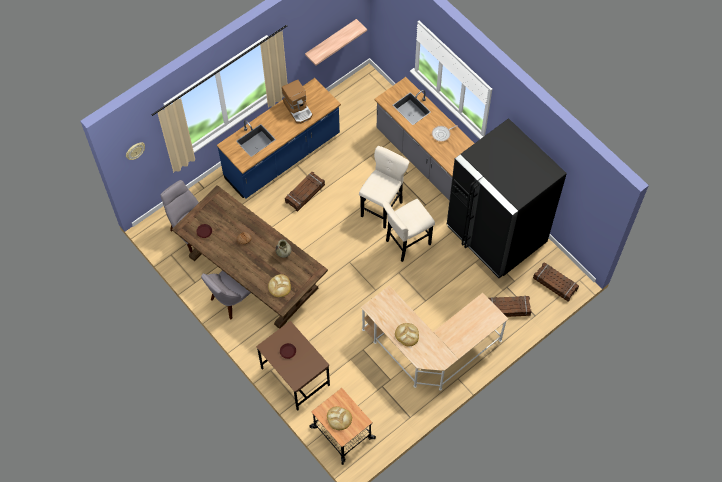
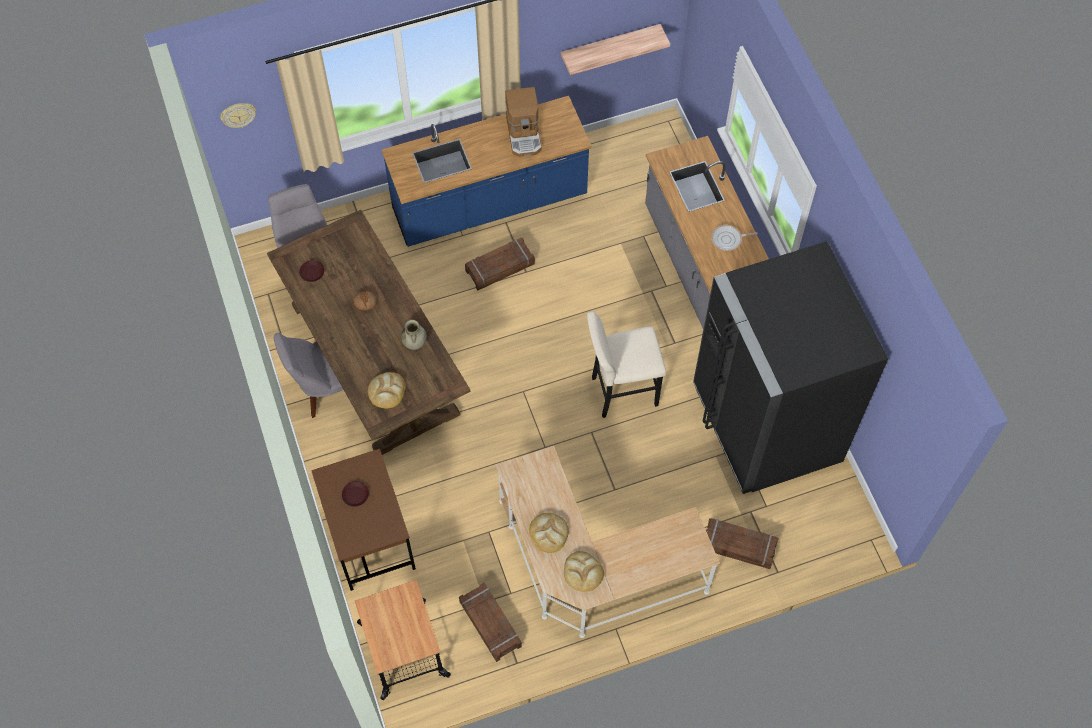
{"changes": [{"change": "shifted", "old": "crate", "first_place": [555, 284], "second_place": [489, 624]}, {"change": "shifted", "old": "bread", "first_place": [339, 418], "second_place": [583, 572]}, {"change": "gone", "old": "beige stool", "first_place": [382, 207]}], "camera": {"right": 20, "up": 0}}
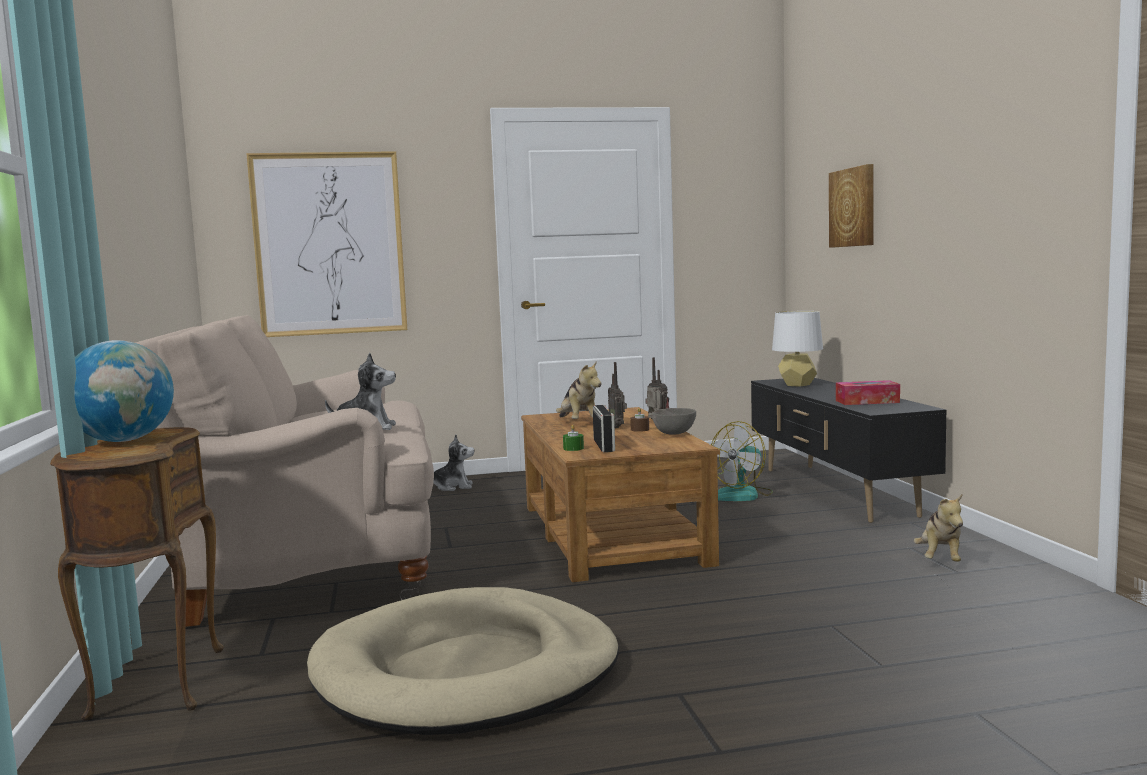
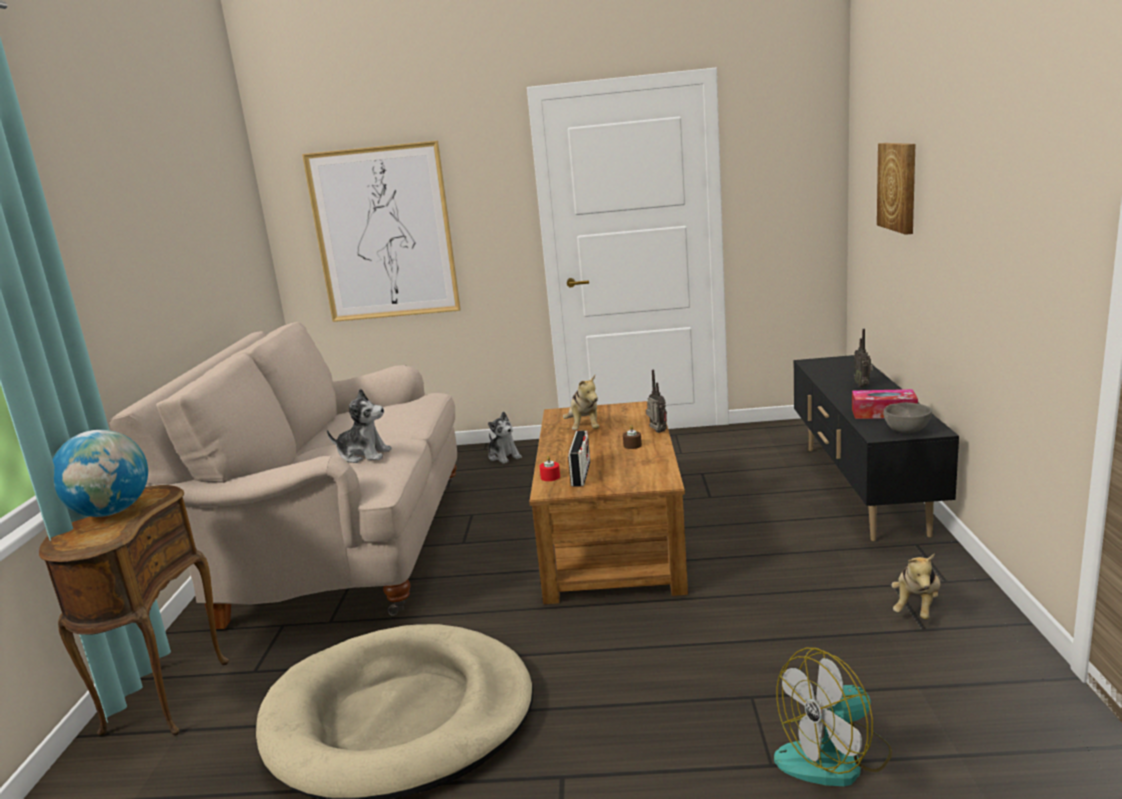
{"changes": [{"change": "rotated", "old": "plush toy", "first_place": [453, 487], "second_place": [504, 456], "degrees": 45}, {"change": "repainted", "old": "green candle", "new": "red candle", "first_place": [573, 448], "second_place": [550, 477]}, {"change": "shifted", "old": "fan", "first_place": [742, 495], "second_place": [834, 757]}, {"change": "shifted", "old": "radio", "first_place": [618, 427], "second_place": [863, 385]}, {"change": "shifted", "old": "grey bowl", "first_place": [674, 433], "second_place": [906, 431]}, {"change": "gone", "old": "white table lamp", "first_place": [797, 385]}], "camera": {"right": 15, "up": 10}}
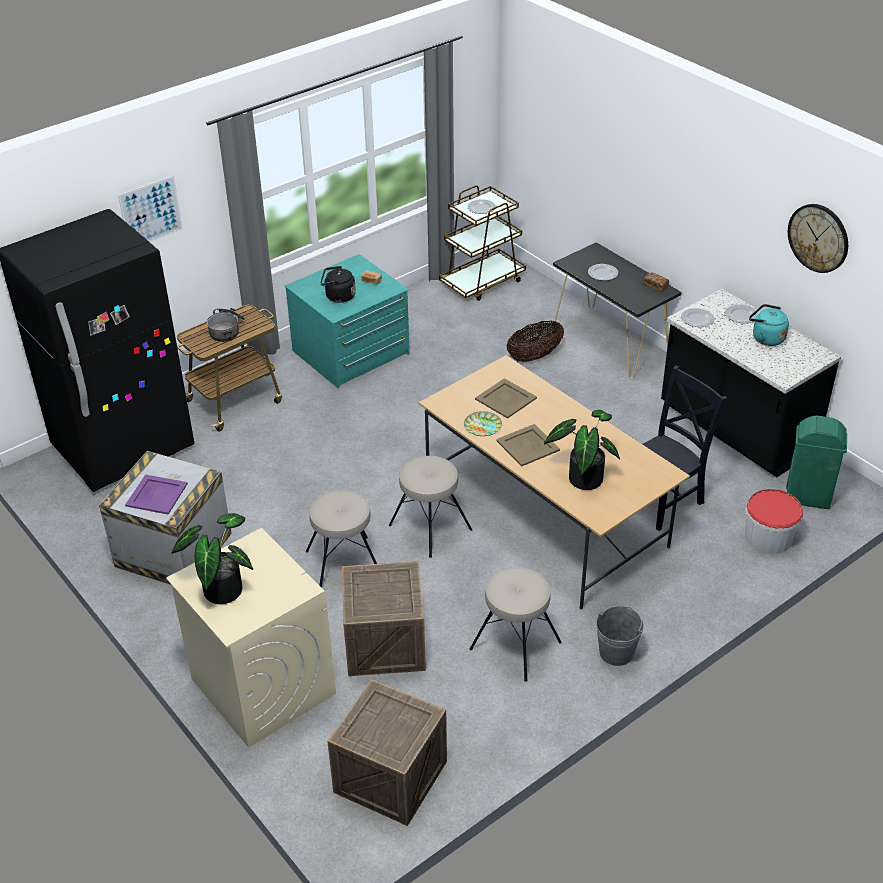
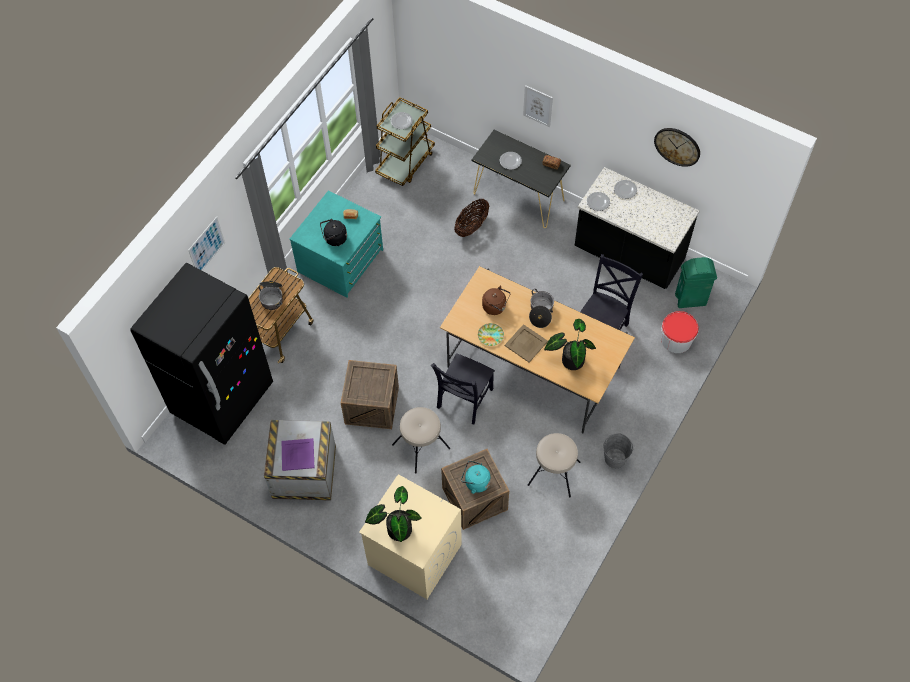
{"changes": [{"change": "shifted", "old": "crate", "first_place": [390, 776], "second_place": [372, 405]}, {"change": "swapped", "old": "beige stool", "new": "black chair", "first_place": [429, 528], "second_place": [463, 400]}, {"change": "shifted", "old": "turquoise kettle", "first_place": [766, 338], "second_place": [475, 482]}, {"change": "swapped", "old": "beige tray", "new": "brown kettle", "first_place": [506, 399], "second_place": [495, 307]}, {"change": "new", "new": "picture", "second_place": [538, 106]}, {"change": "new", "new": "cooking pot", "second_place": [540, 312]}], "camera": {"right": -20, "up": 20}}
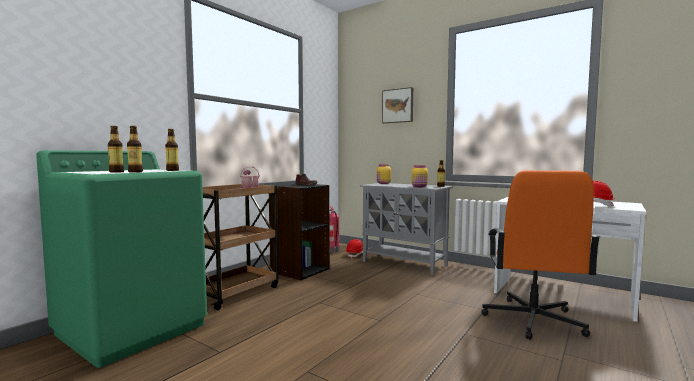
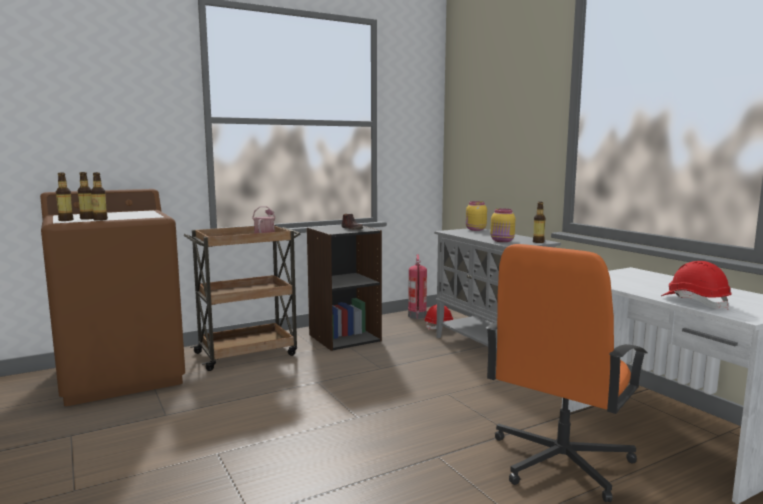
{"changes": [{"change": "repainted", "old": "green washing machine", "new": "brown washing machine", "first_place": [132, 328], "second_place": [121, 375]}, {"change": "shifted", "old": "bottle", "first_place": [172, 170], "second_place": [66, 220]}, {"change": "gone", "old": "picture", "first_place": [398, 106]}], "camera": {"right": 25, "up": 5}}
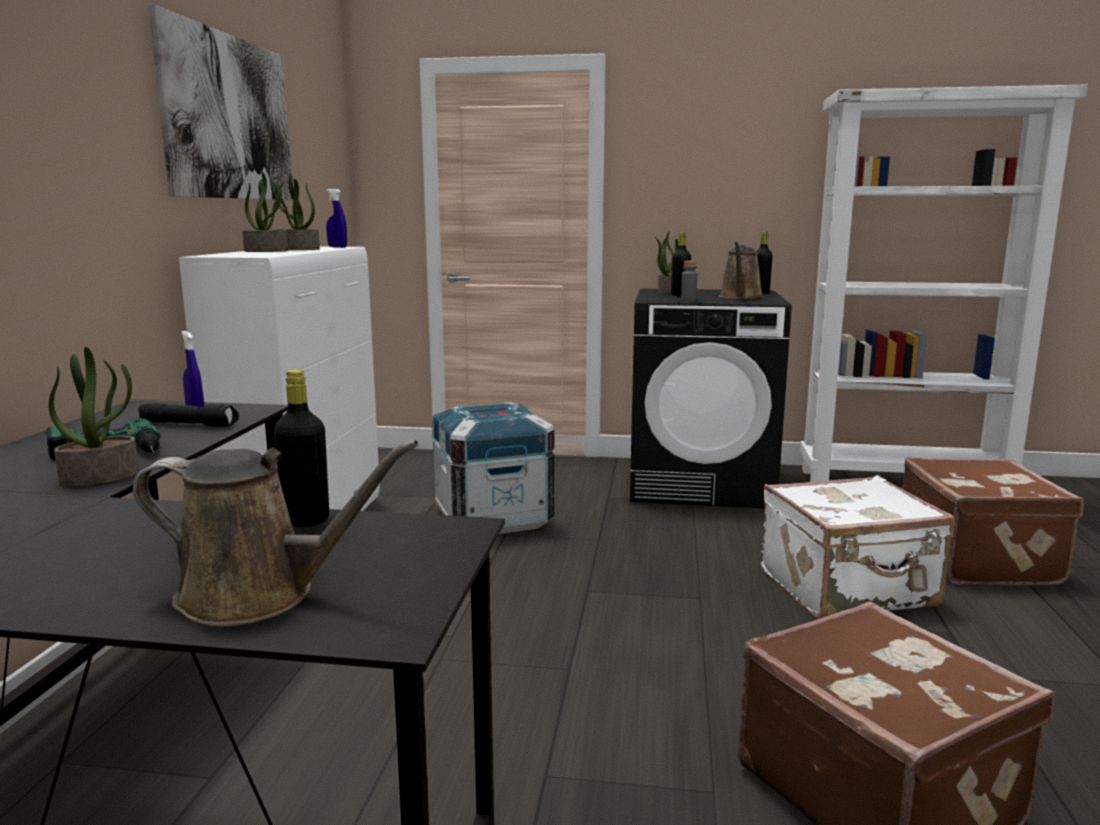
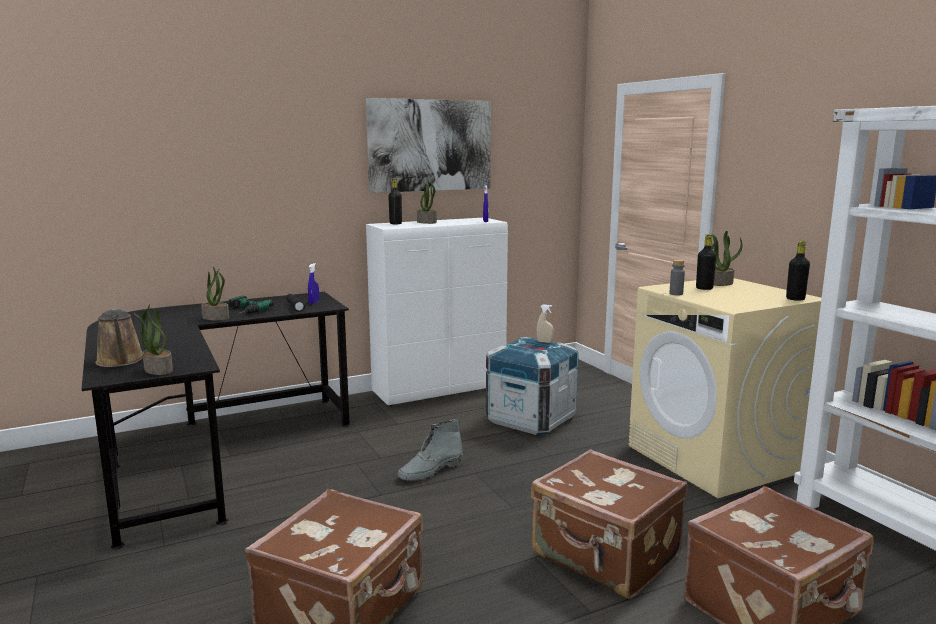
{"changes": [{"change": "shifted", "old": "potted plant", "first_place": [298, 249], "second_place": [157, 370]}, {"change": "shifted", "old": "black bottle", "first_place": [306, 520], "second_place": [395, 223]}, {"change": "new", "new": "grey boot", "second_place": [430, 471]}, {"change": "repainted", "old": "white suitcase", "new": "brown suitcase", "first_place": [848, 589], "second_place": [605, 557]}, {"change": "new", "new": "beige spray bottle", "second_place": [544, 342]}, {"change": "repainted", "old": "black washing machine", "new": "beige washing machine", "first_place": [701, 483], "second_place": [714, 459]}, {"change": "gone", "old": "brown watering can", "first_place": [740, 297]}], "camera": {"right": 55, "up": 0}}
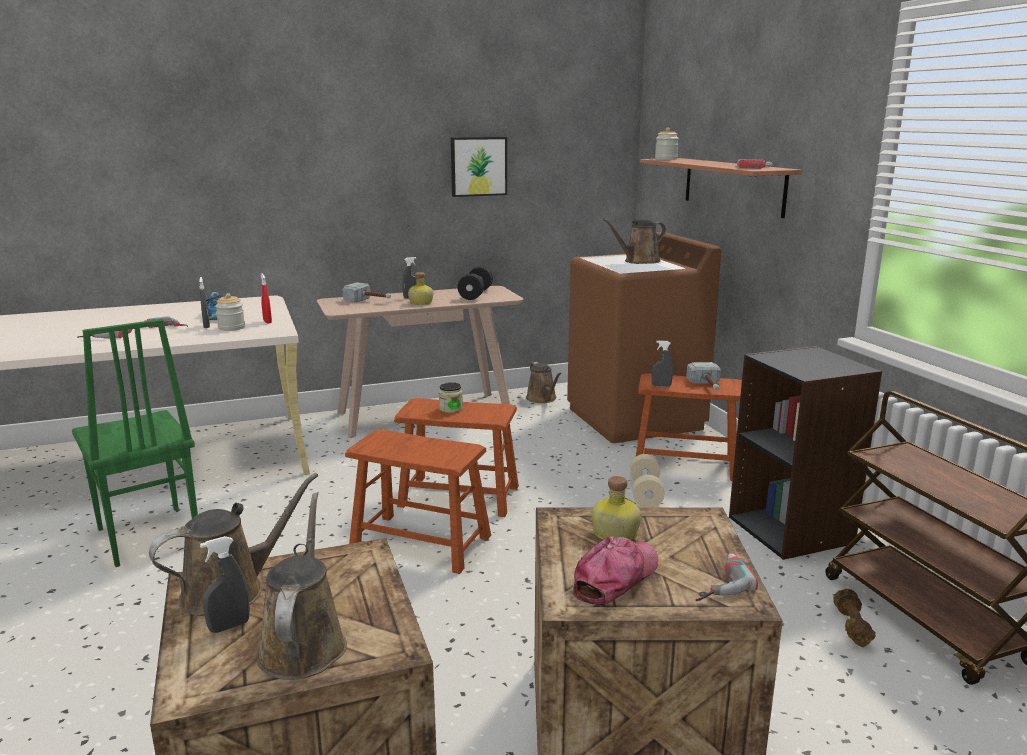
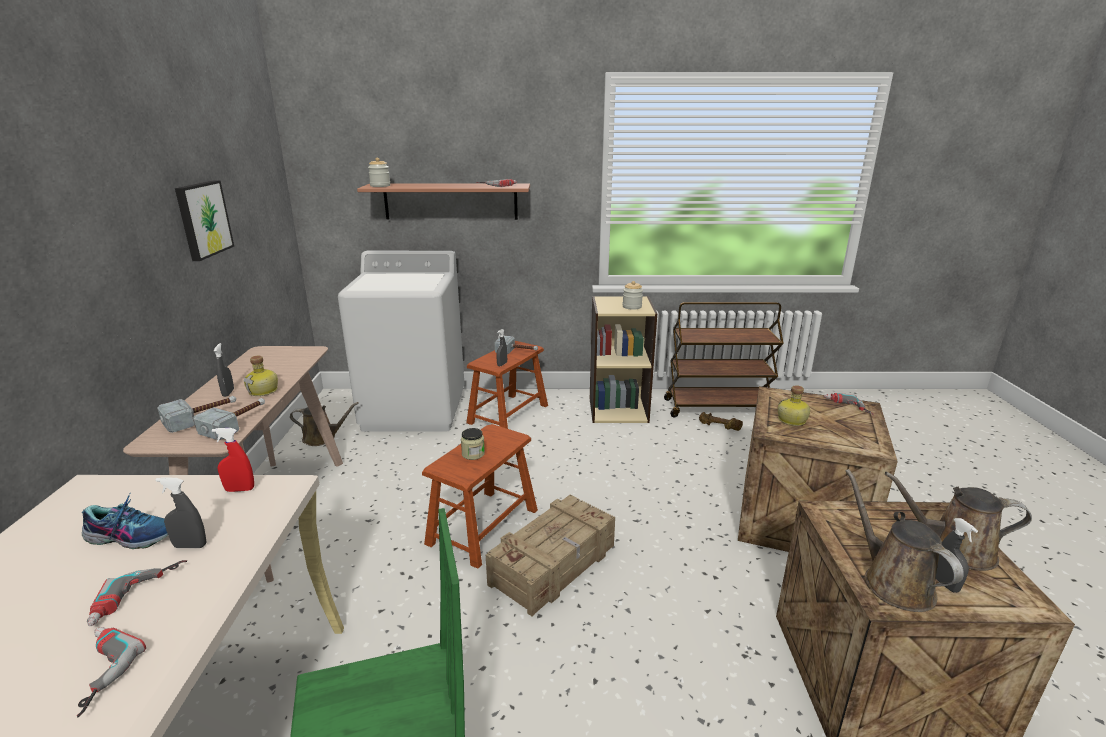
{"changes": [{"change": "new", "new": "hammer", "second_place": [237, 423]}, {"change": "repainted", "old": "brown washing machine", "new": "white washing machine", "first_place": [635, 418], "second_place": [415, 410]}, {"change": "swapped", "old": "brown stool", "new": "crate", "first_place": [420, 542], "second_place": [554, 564]}, {"change": "repainted", "old": "black bookcase", "new": "beige bookcase", "first_place": [791, 530], "second_place": [618, 409]}, {"change": "shifted", "old": "jar", "first_place": [231, 328], "second_place": [632, 307]}, {"change": "gone", "old": "black dumbbell", "first_place": [475, 294]}, {"change": "gone", "old": "cap", "first_place": [615, 578]}, {"change": "gone", "old": "brown watering can", "first_place": [639, 261]}, {"change": "gone", "old": "beige dumbbell", "first_place": [645, 493]}], "camera": {"right": -70, "up": 5}}
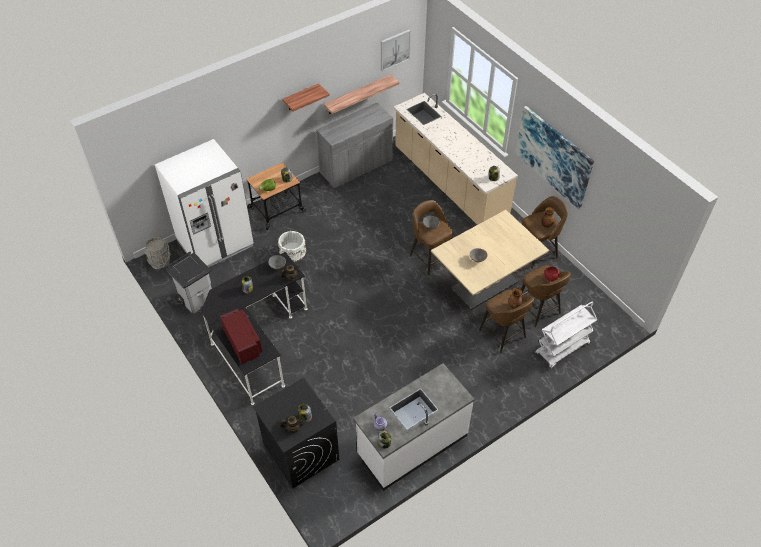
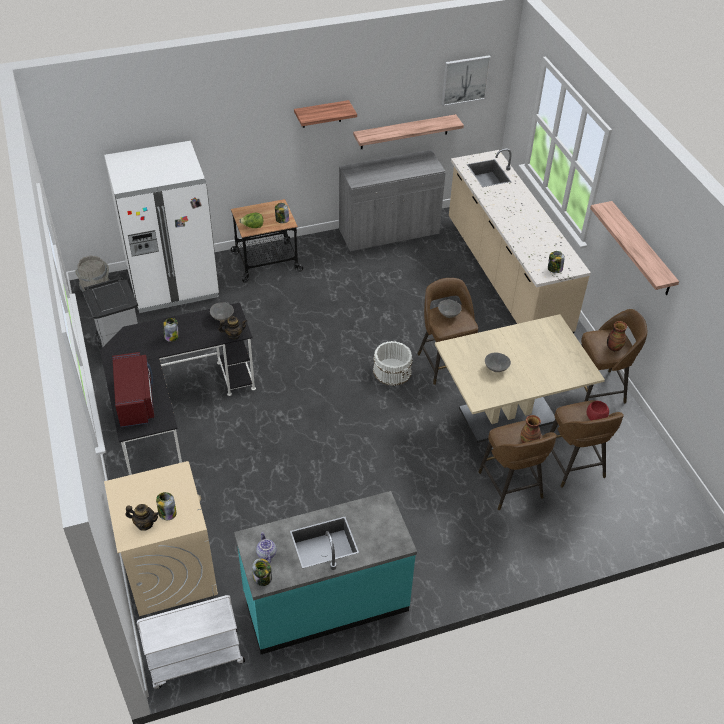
{"changes": [{"change": "repainted", "old": "black washing machine", "new": "beige washing machine", "first_place": [300, 451], "second_place": [170, 570]}, {"change": "shifted", "old": "white cart", "first_place": [562, 349], "second_place": [195, 660]}, {"change": "repainted", "old": "white counter", "new": "turquoise counter", "first_place": [412, 445], "second_place": [325, 602]}, {"change": "shifted", "old": "white bucket", "first_place": [293, 251], "second_place": [392, 371]}, {"change": "swapped", "old": "picture", "new": "shelf", "first_place": [553, 156], "second_place": [641, 249]}], "camera": {"right": 15, "up": -5}}
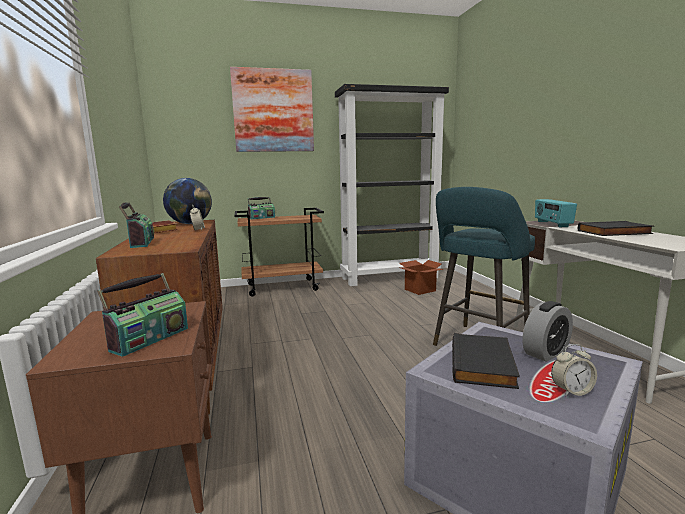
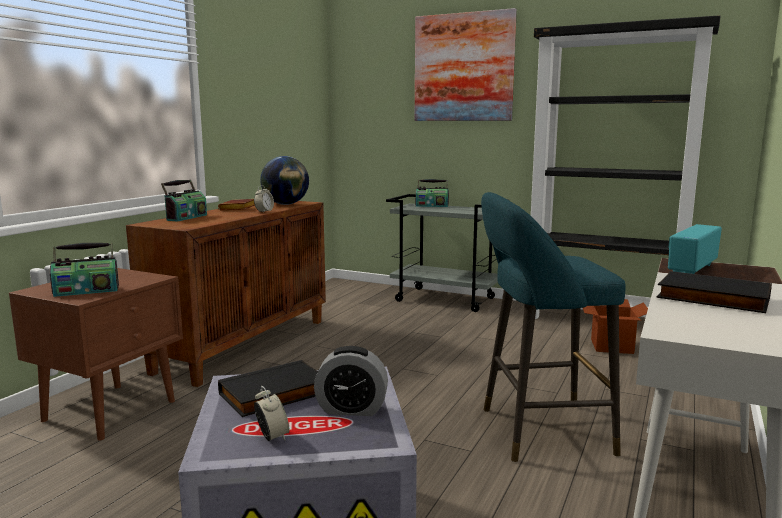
{"changes": [{"change": "rotated", "old": "alarm clock", "first_place": [571, 391], "second_place": [272, 437], "degrees": -150}, {"change": "repainted", "old": "brown cart", "new": "grey cart", "first_place": [283, 287], "second_place": [446, 299]}], "camera": {"right": 40, "up": 0}}
